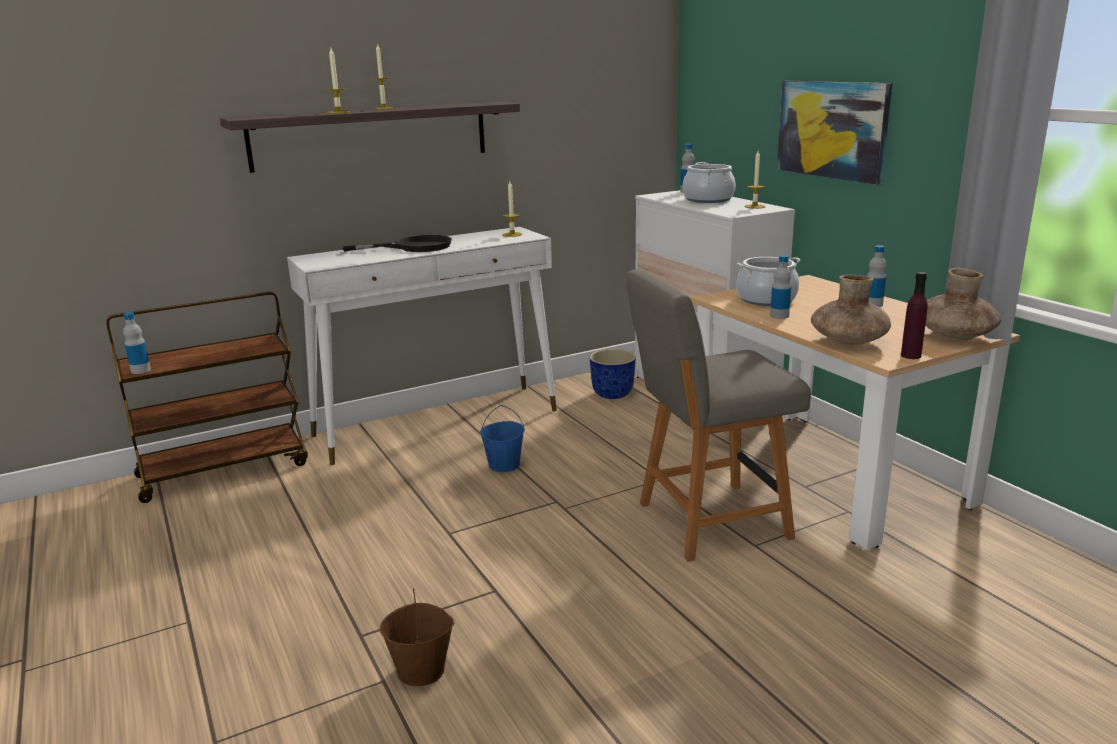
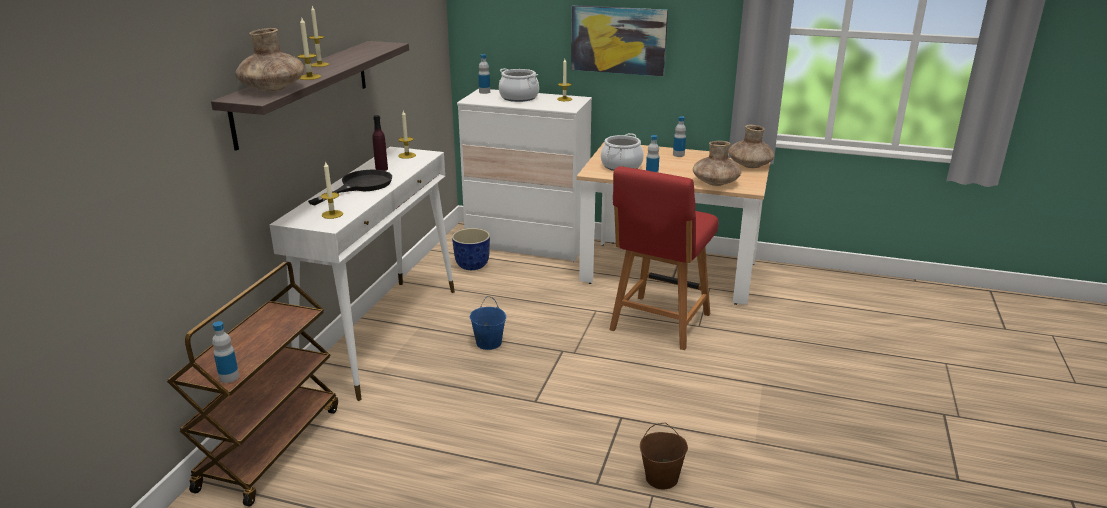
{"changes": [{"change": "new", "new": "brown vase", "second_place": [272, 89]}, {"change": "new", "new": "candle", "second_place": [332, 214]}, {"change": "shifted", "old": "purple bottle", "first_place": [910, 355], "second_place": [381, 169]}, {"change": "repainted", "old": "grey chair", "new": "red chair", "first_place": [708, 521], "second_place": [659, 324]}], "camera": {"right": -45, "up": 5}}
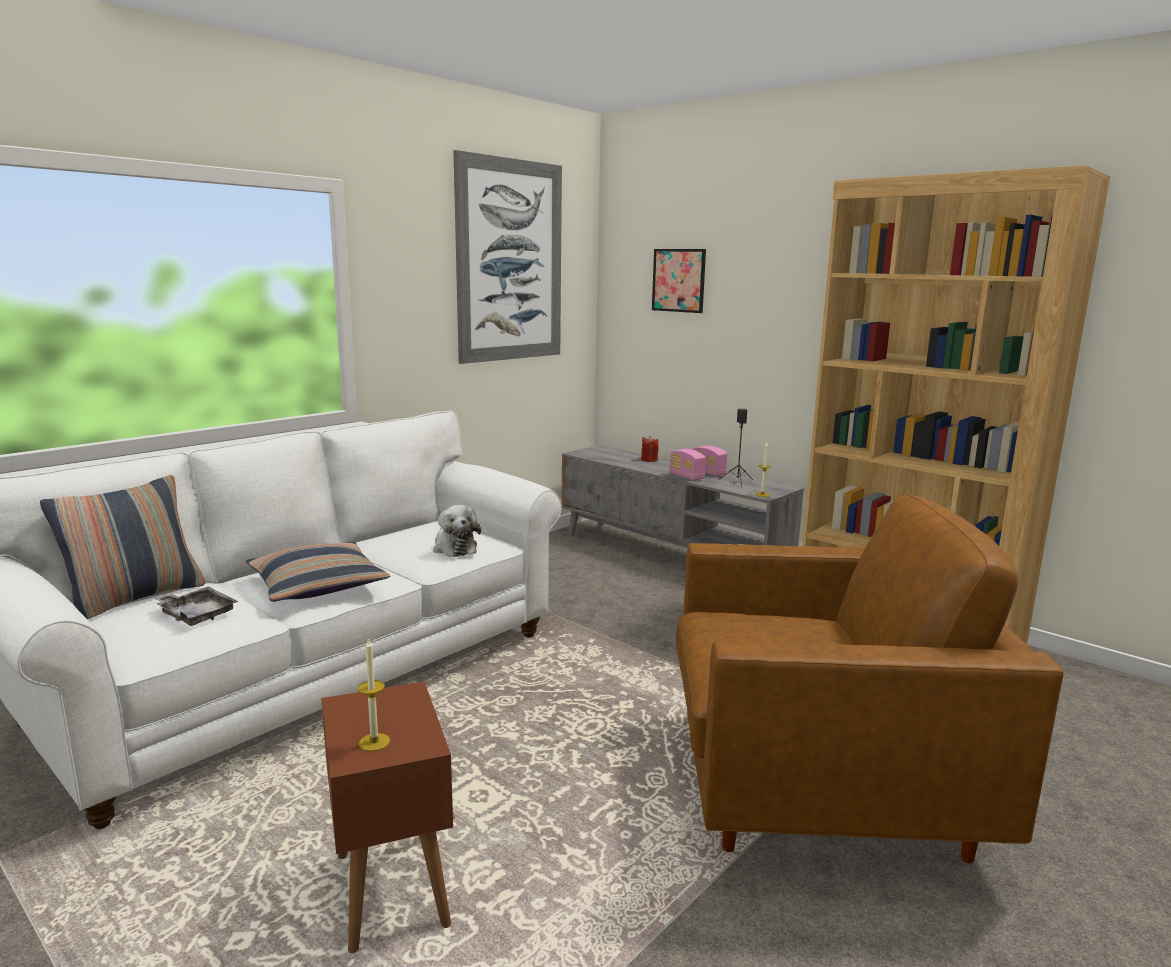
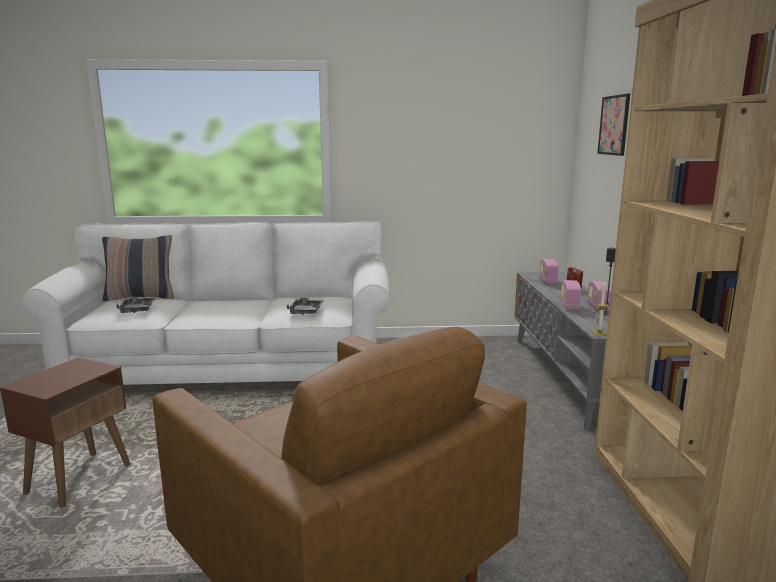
{"changes": [{"change": "swapped", "old": "plush toy", "new": "grey tray", "first_place": [454, 547], "second_place": [306, 311]}, {"change": "new", "new": "radio", "second_place": [547, 281]}, {"change": "gone", "old": "pillow", "first_place": [318, 585]}, {"change": "gone", "old": "candle", "first_place": [374, 742]}, {"change": "gone", "old": "picture", "first_place": [510, 261]}], "camera": {"right": 45, "up": 0}}
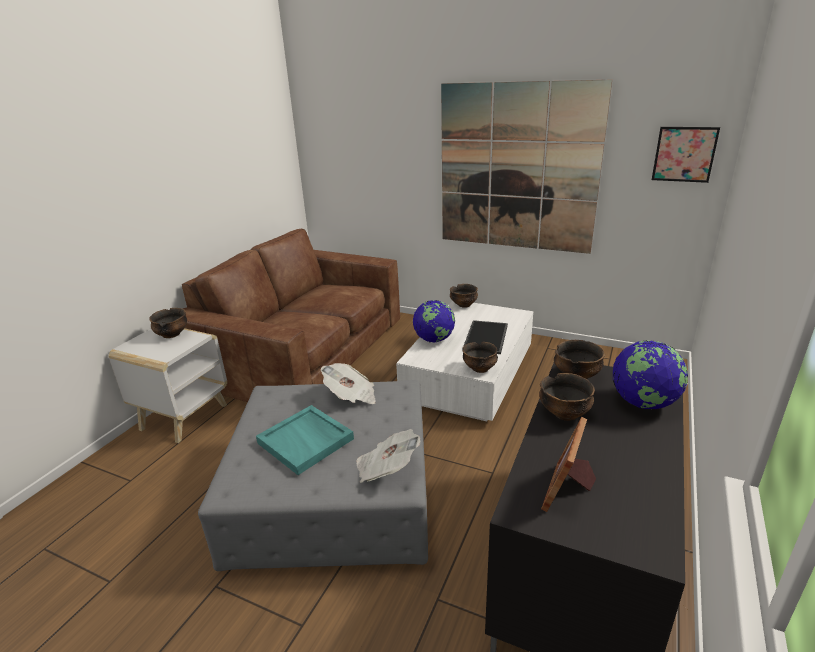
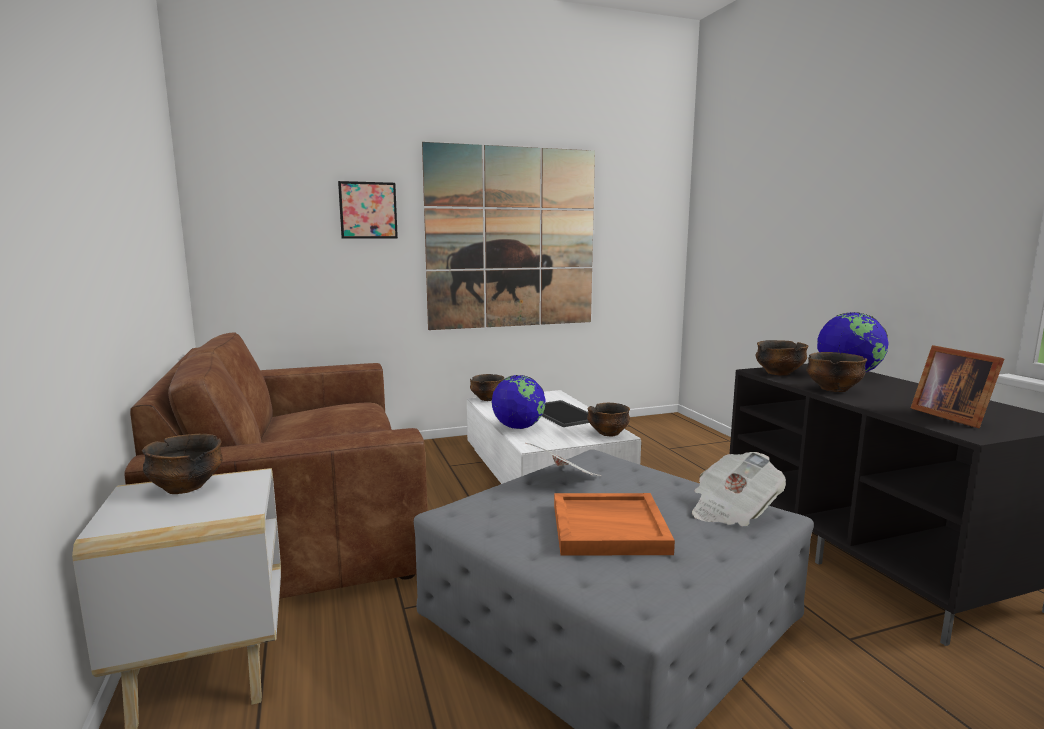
{"changes": [{"change": "shifted", "old": "picture", "first_place": [684, 154], "second_place": [368, 210]}, {"change": "repainted", "old": "turquoise tray", "new": "orange tray", "first_place": [306, 441], "second_place": [609, 528]}], "camera": {"right": -45, "up": -15}}
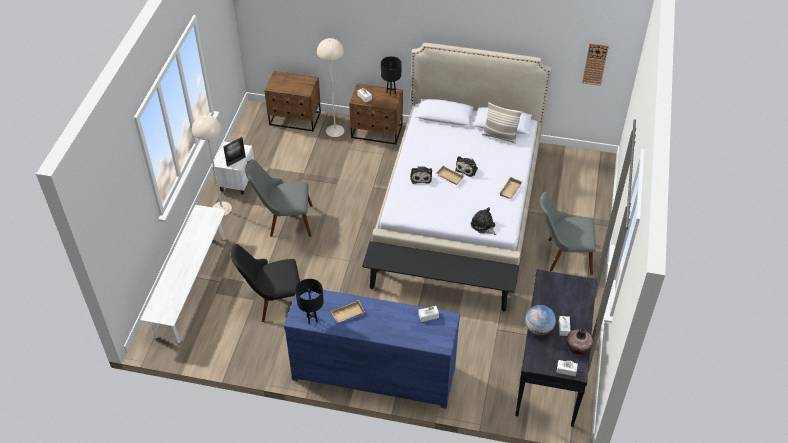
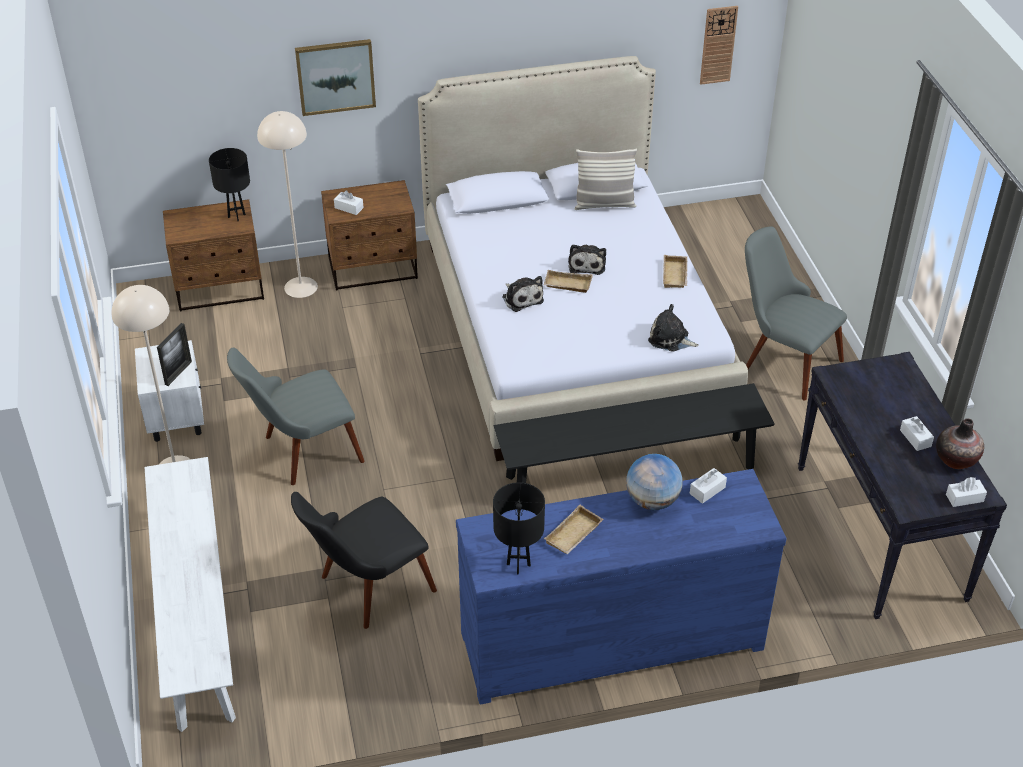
{"changes": [{"change": "shifted", "old": "black table lamp", "first_place": [391, 92], "second_place": [236, 216]}, {"change": "new", "new": "picture", "second_place": [335, 76]}, {"change": "shifted", "old": "globe", "first_place": [538, 329], "second_place": [652, 501]}, {"change": "rotated", "old": "grey chair", "first_place": [562, 256], "second_place": [782, 359], "degrees": 60}], "camera": {"right": -25, "up": -5}}
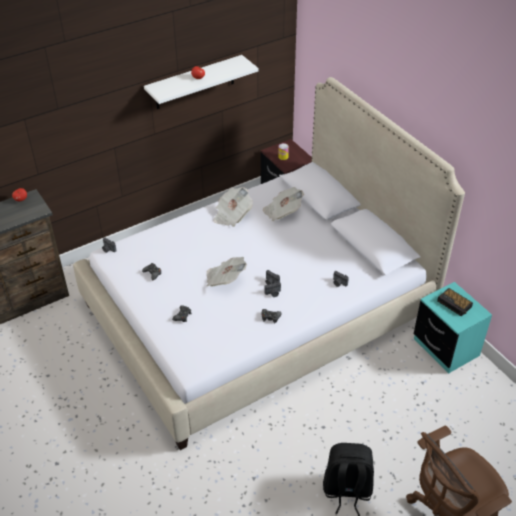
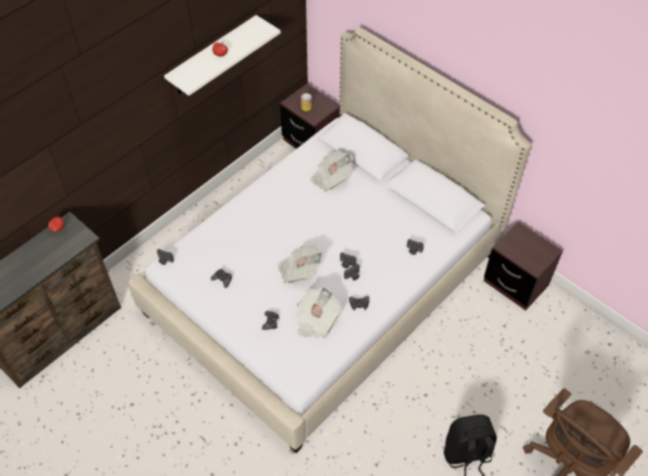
{"changes": [{"change": "shifted", "old": "newspaper", "first_place": [232, 215], "second_place": [316, 320]}, {"change": "repainted", "old": "turquoise nightstand", "new": "brown nightstand", "first_place": [445, 347], "second_place": [515, 283]}, {"change": "gone", "old": "alarm clock", "first_place": [455, 304]}], "camera": {"right": -15, "up": 10}}
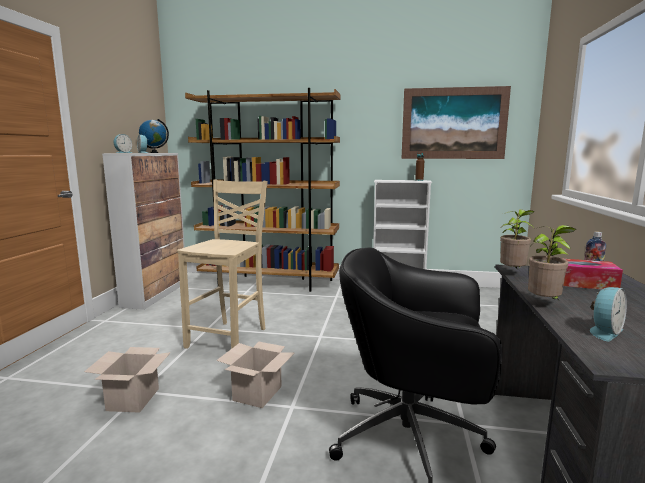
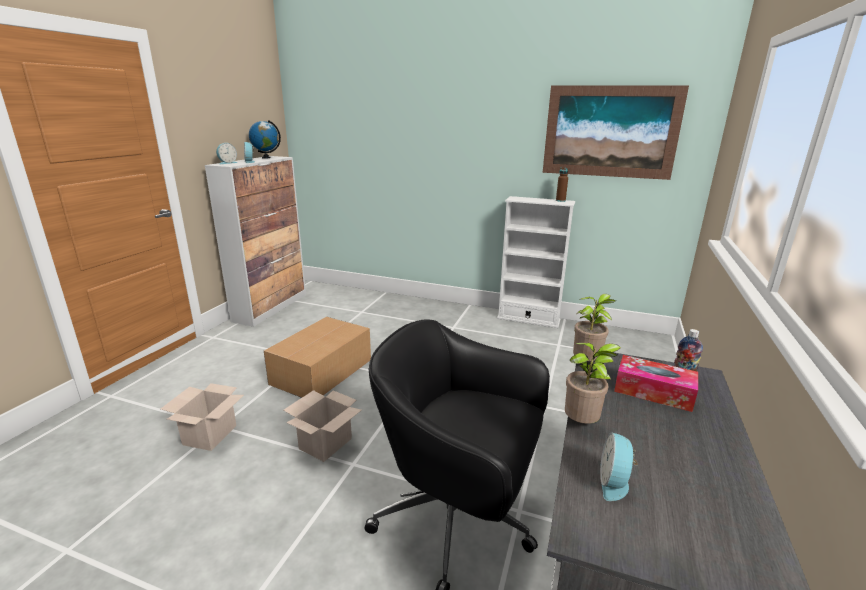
{"changes": [{"change": "swapped", "old": "beige chair", "new": "cardboard box", "first_place": [230, 337], "second_place": [323, 371]}, {"change": "rotated", "old": "alarm clock", "first_place": [604, 331], "second_place": [614, 482], "degrees": 135}, {"change": "gone", "old": "brown bookcase", "first_place": [269, 283]}], "camera": {"right": 10, "up": 10}}
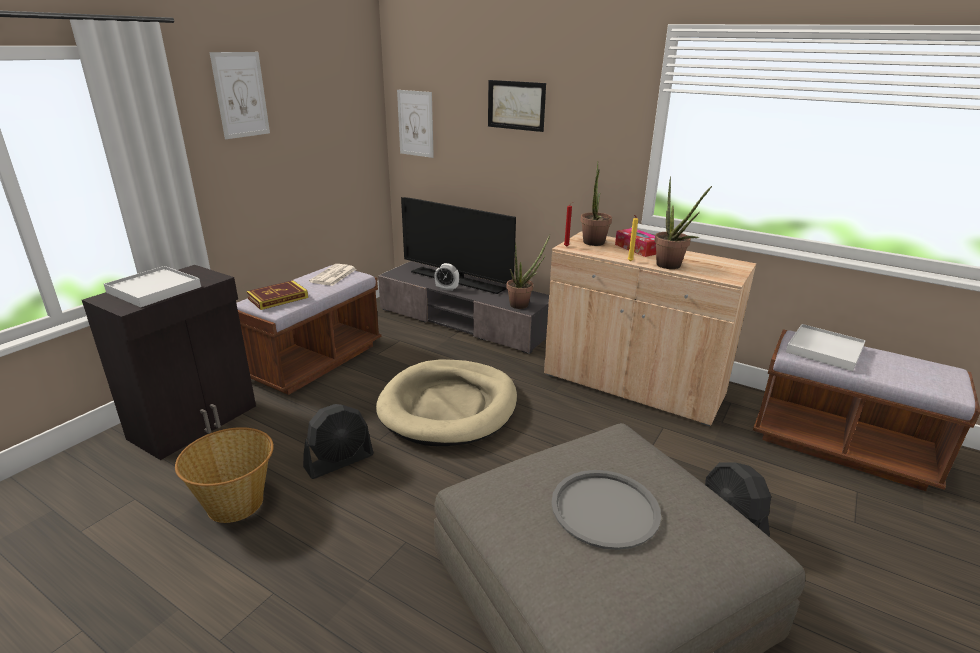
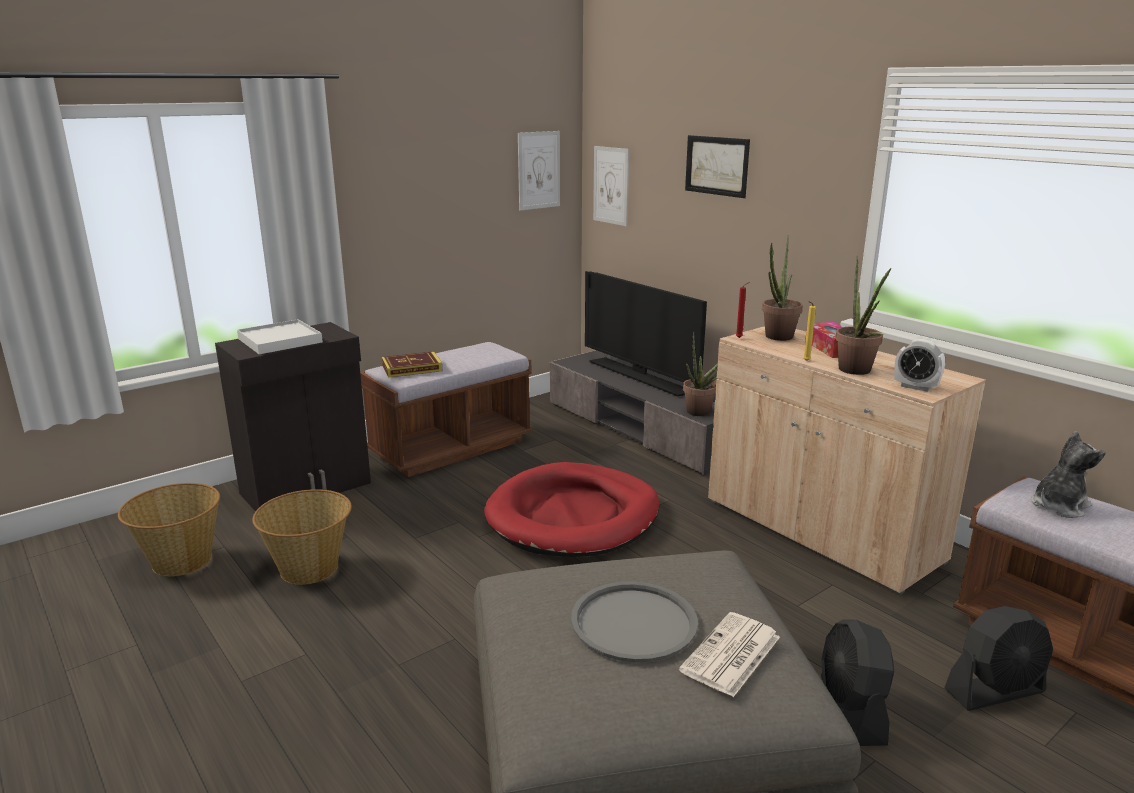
{"changes": [{"change": "new", "new": "basket", "second_place": [181, 561]}, {"change": "repainted", "old": "beige dog bed", "new": "red dog bed", "first_place": [449, 406], "second_place": [573, 516]}, {"change": "shifted", "old": "picture", "first_place": [241, 95], "second_place": [539, 170]}, {"change": "shifted", "old": "newspaper", "first_place": [333, 276], "second_place": [731, 655]}, {"change": "shifted", "old": "alarm clock", "first_place": [447, 288], "second_place": [915, 387]}, {"change": "shifted", "old": "black fan", "first_place": [339, 461], "second_place": [995, 691]}, {"change": "swapped", "old": "white tray", "new": "plush toy", "first_place": [824, 350], "second_place": [1058, 506]}], "camera": {"right": 20, "up": -5}}
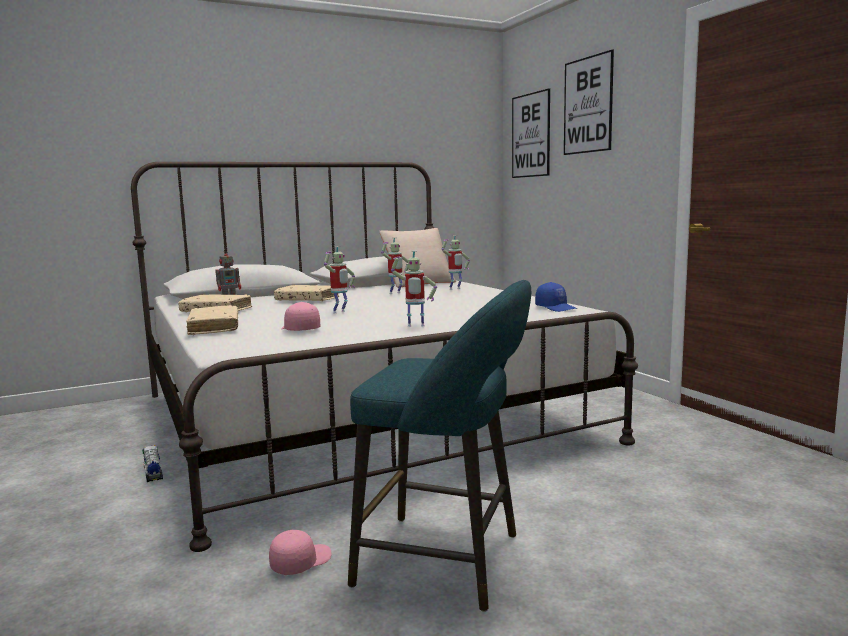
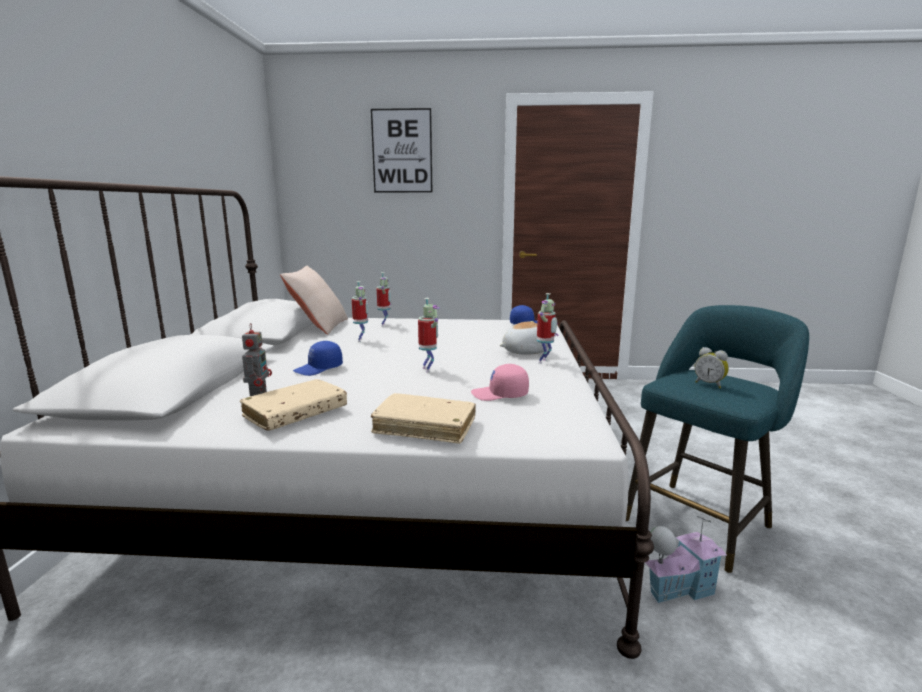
{"changes": [{"change": "swapped", "old": "beige book", "new": "blue cap", "first_place": [307, 300], "second_place": [319, 369]}, {"change": "new", "new": "plush toy", "second_place": [524, 352]}, {"change": "swapped", "old": "pink cap", "new": "toy house", "first_place": [300, 562], "second_place": [679, 589]}, {"change": "new", "new": "alarm clock", "second_place": [709, 384]}, {"change": "gone", "old": "toy truck", "first_place": [153, 473]}, {"change": "gone", "old": "picture", "first_place": [530, 135]}], "camera": {"right": -60, "up": 5}}
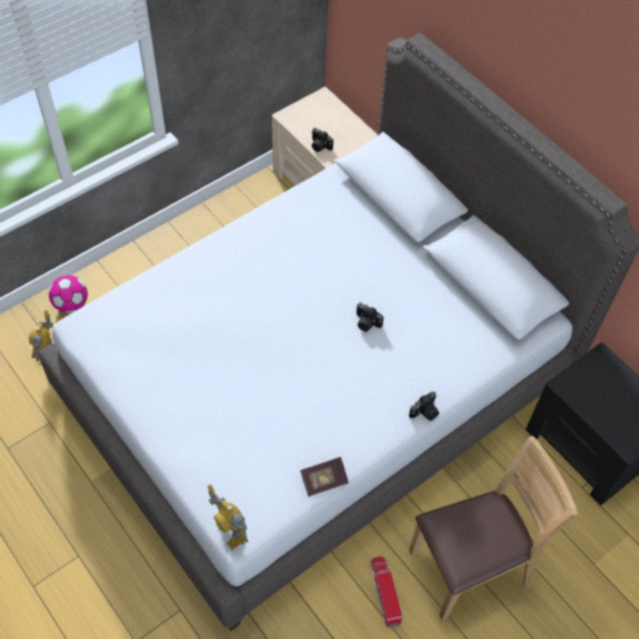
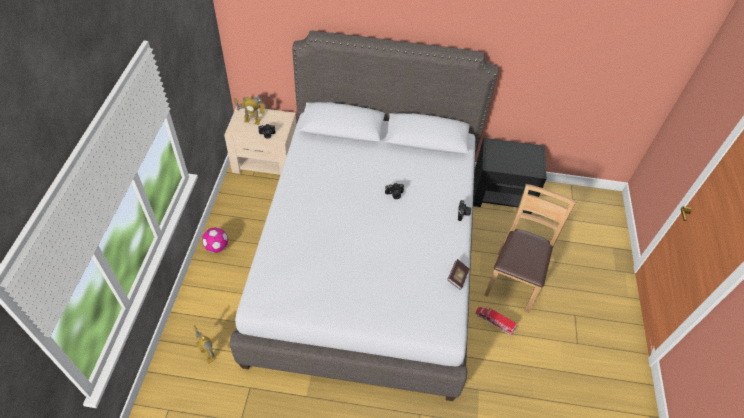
{"changes": [{"change": "shifted", "old": "football", "first_place": [71, 304], "second_place": [217, 247]}, {"change": "shifted", "old": "toy robot", "first_place": [230, 532], "second_place": [252, 121]}], "camera": {"right": -45, "up": -5}}
